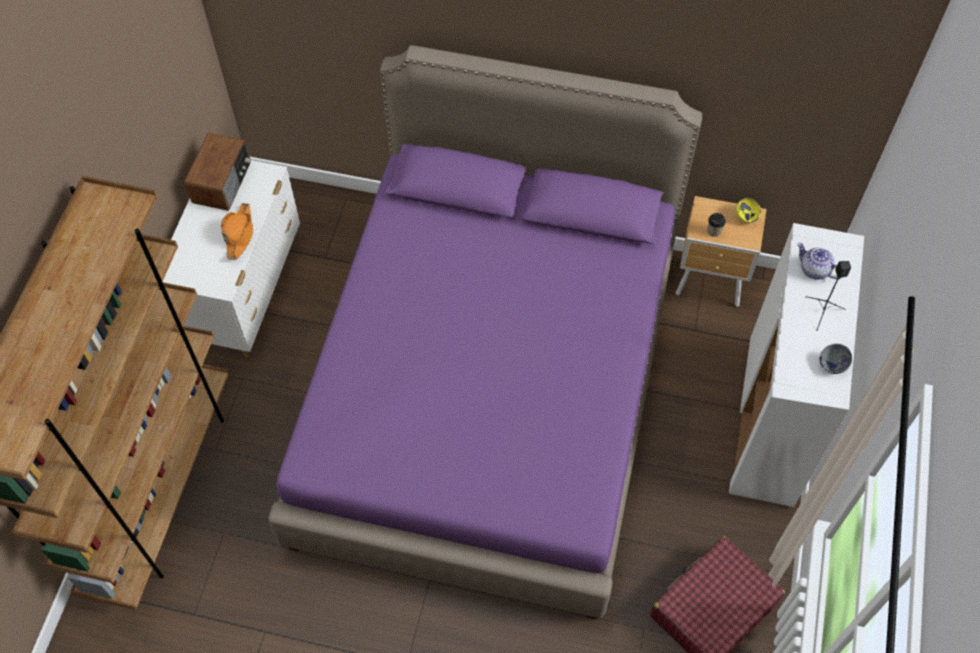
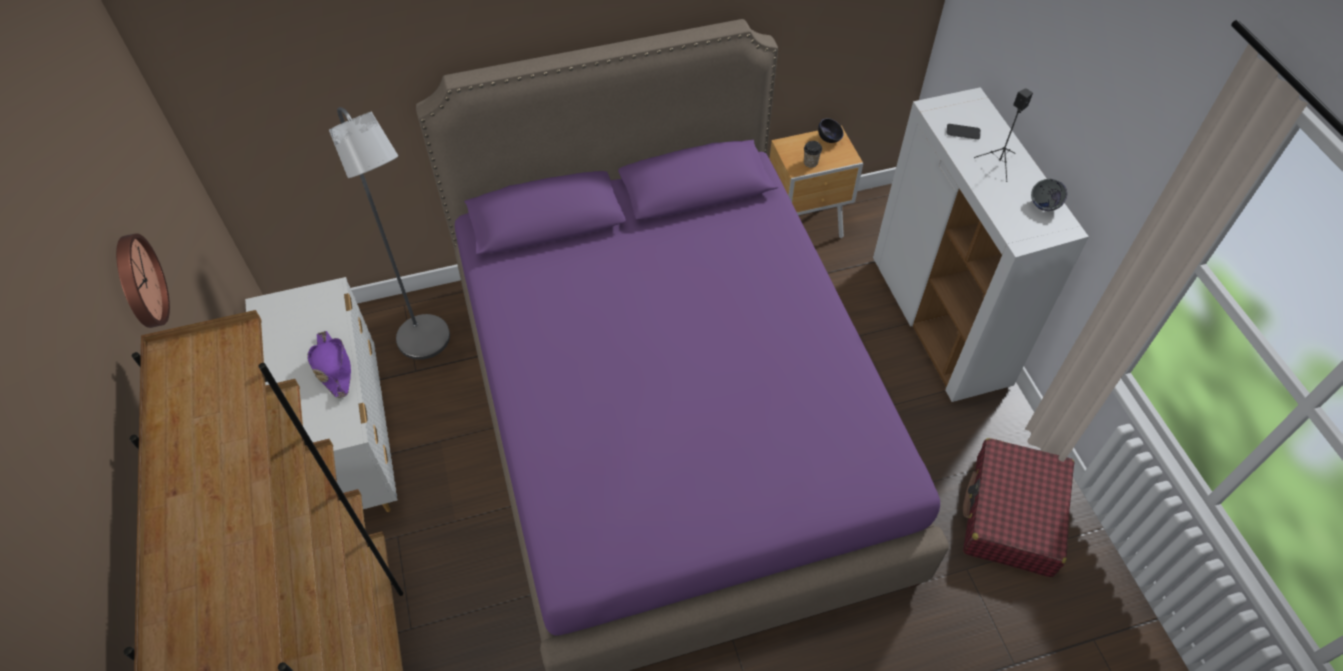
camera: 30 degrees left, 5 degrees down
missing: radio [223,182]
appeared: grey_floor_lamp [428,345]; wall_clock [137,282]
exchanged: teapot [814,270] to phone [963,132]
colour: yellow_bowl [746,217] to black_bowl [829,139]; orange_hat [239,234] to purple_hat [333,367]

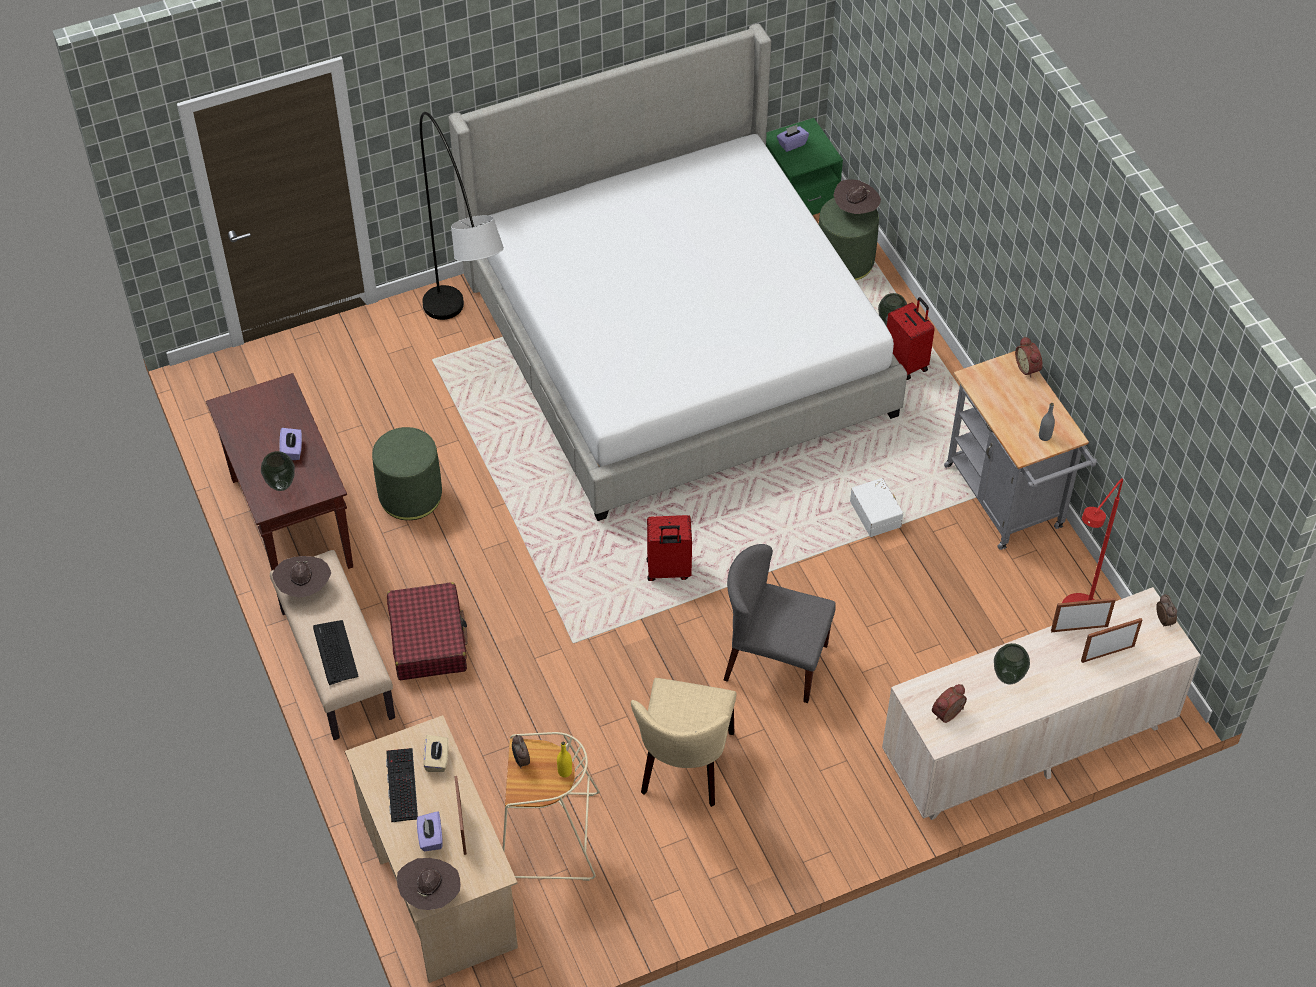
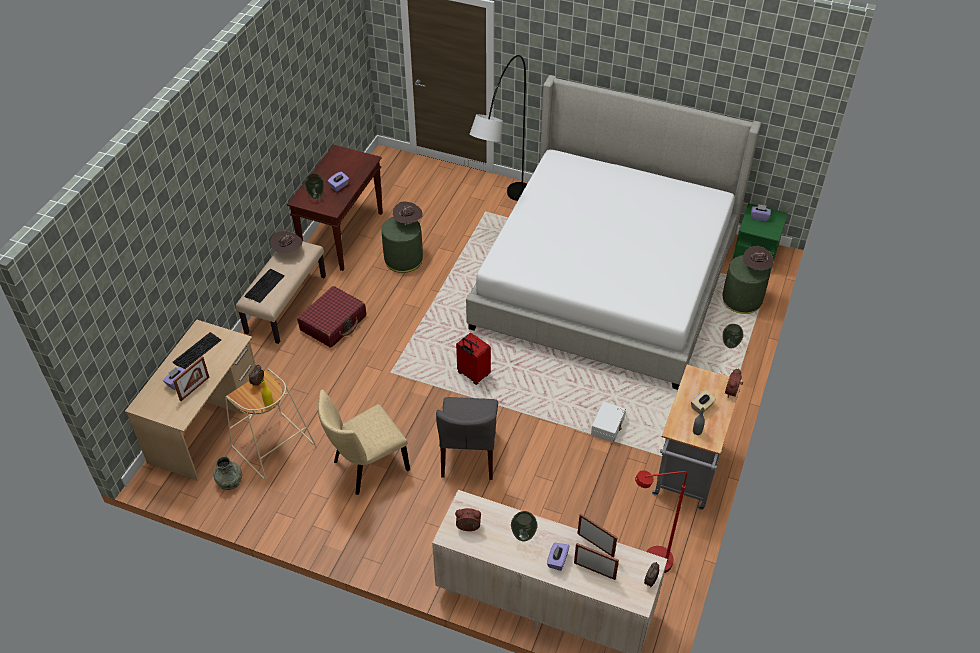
camera: 45 degrees right, 5 degrees down
missing: red_suitcase [907,363]
appeared: grey_vase [229,480]; purple_tissue_box [557,560]
relocated: beige_tissue_box [437,760] to [702,407]; brown_hat [431,894] to [408,222]
spun: grey_chair [775,662] = [469,454] 150 degrees counterclockwise

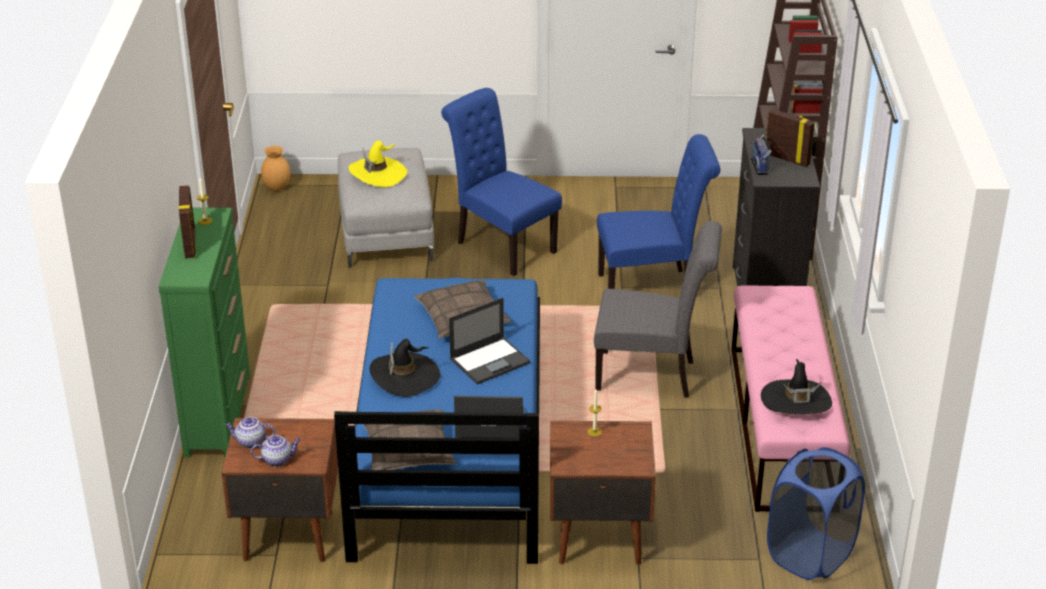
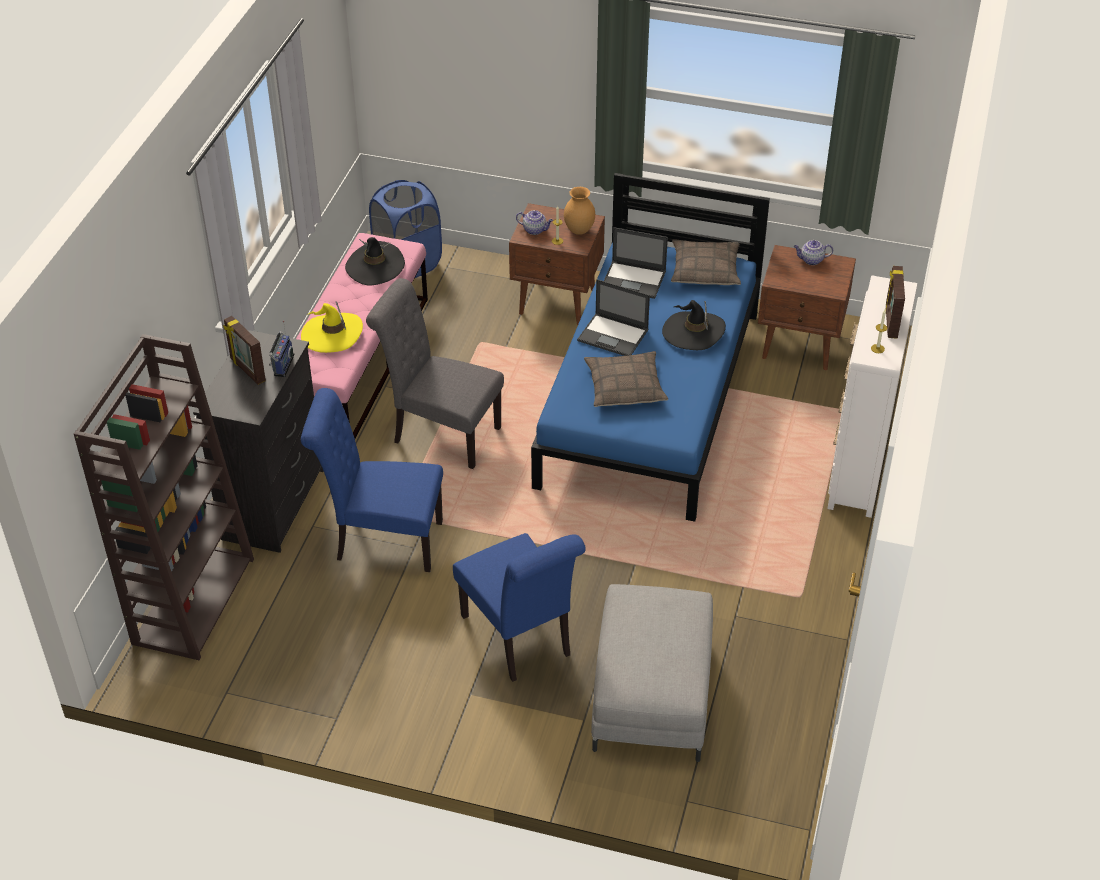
camera: 165 degrees left, 10 degrees up
relocated: yellow_hat [378,174] to [332,334]; brown_vase [277,187] to [579,231]; teapot [250,442] to [535,230]
colour: green_dresser [218,413] to white_dresser [858,469]
spun: laptop [490,360] = [614,335] 135 degrees counterclockwise

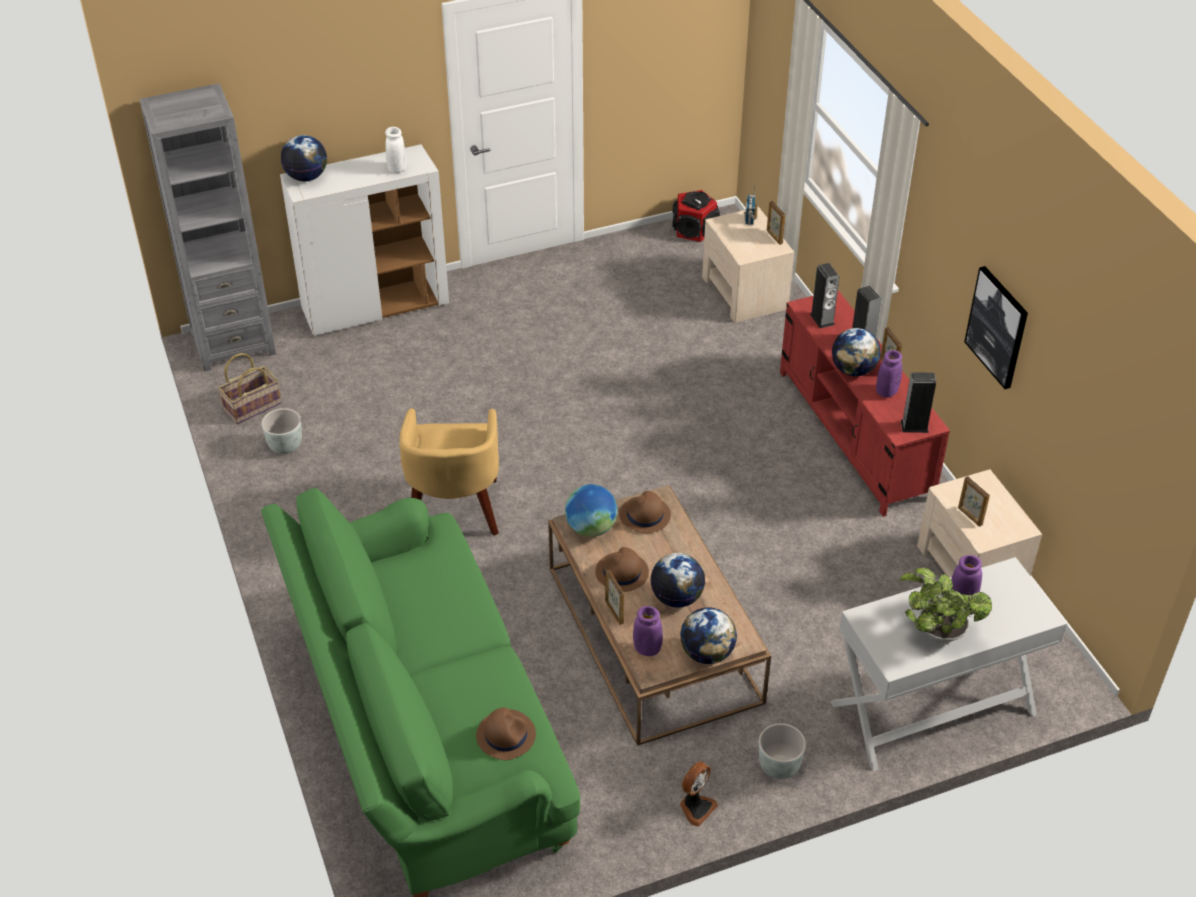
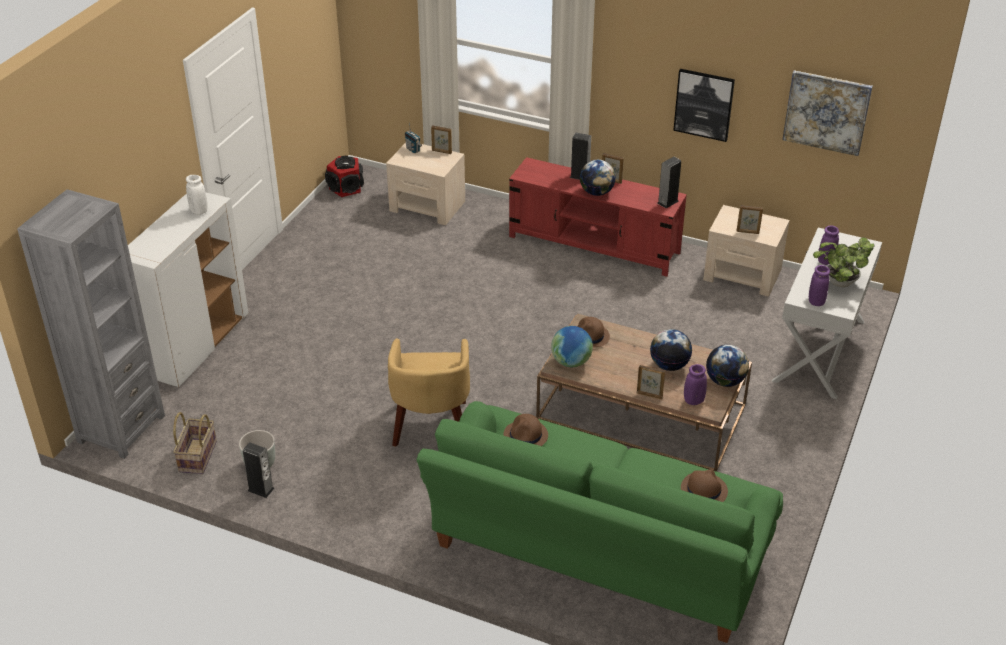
camera: 45 degrees left, 5 degrees down
missing: globe [306,177]; grey_planter [779,767]; fan [696,807]
appeared: picture [826,112]
relocated: speaker [822,319] to [261,489]; purple_vase [886,392] to [816,302]; brown_hat [622,573] to [526,435]
spun: yellow_armchair [455,510] = [431,426] 45 degrees clockwise

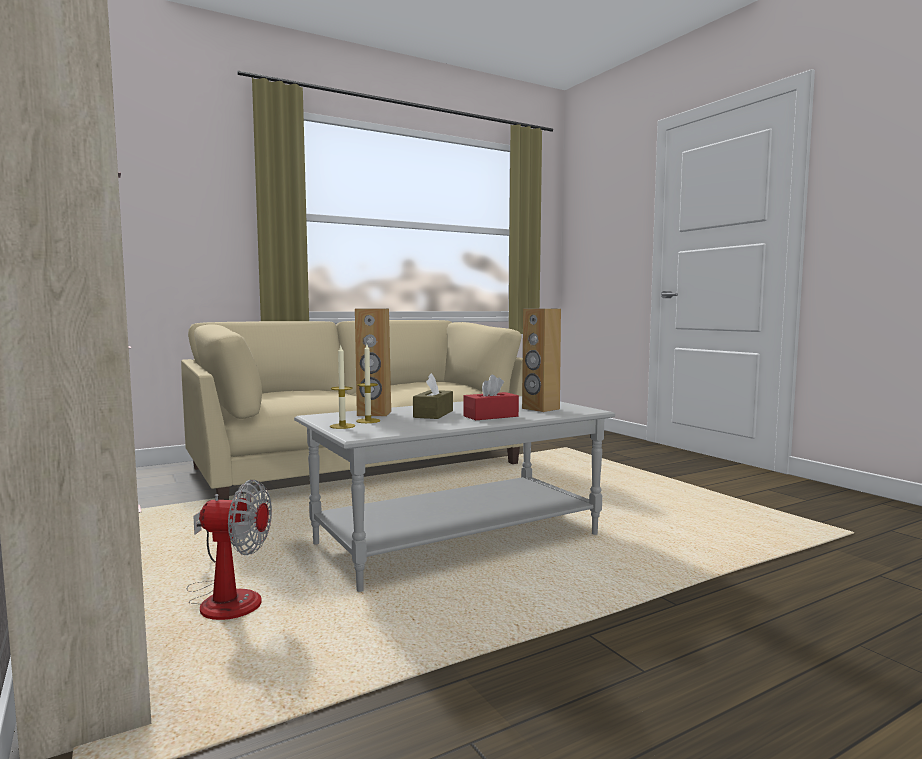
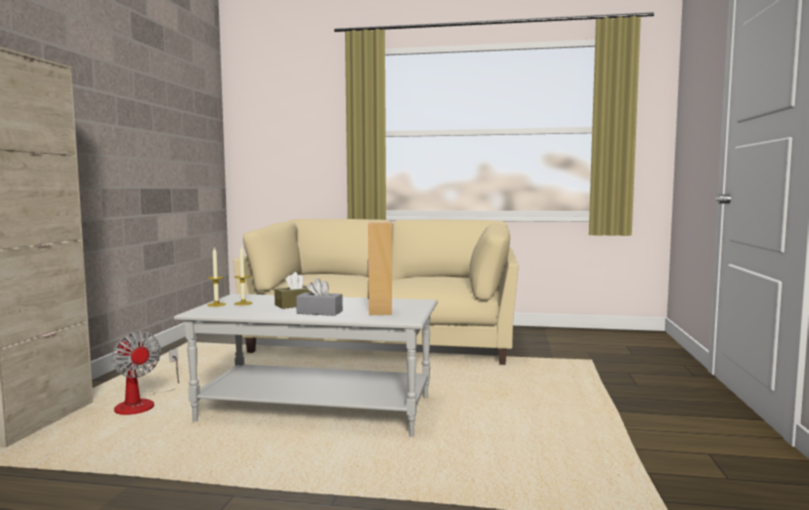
camera: 40 degrees right, 0 degrees up
missing: brown_speaker [374,414]
colour: red_tissue_box [491,416] to grey_tissue_box [319,312]

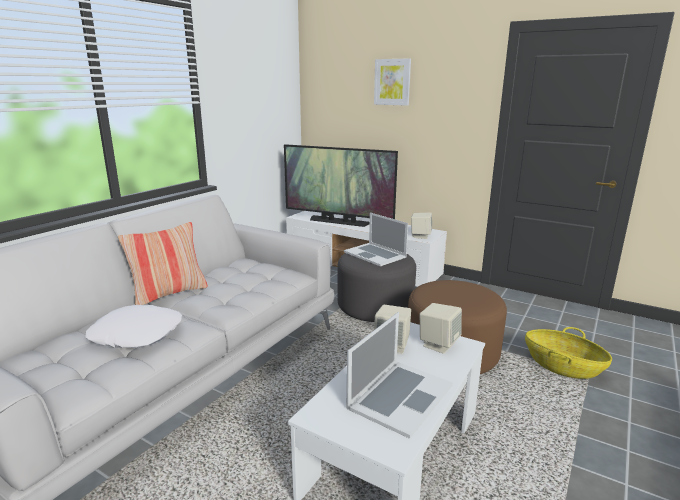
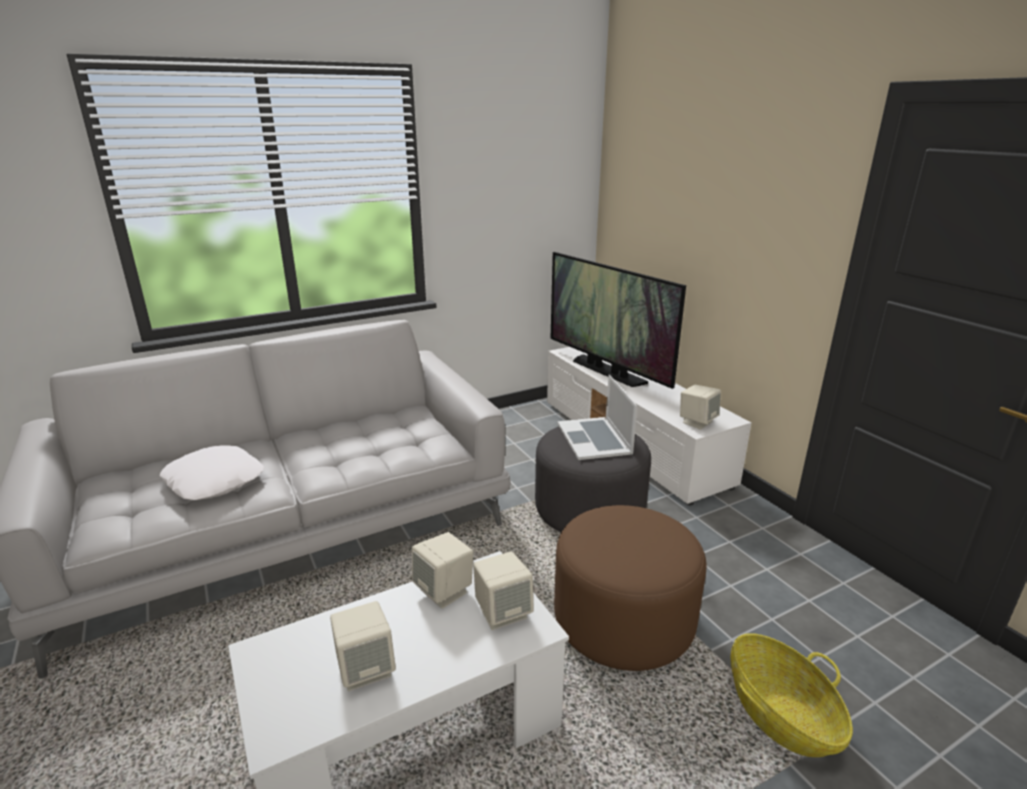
camera: 30 degrees right, 5 degrees up
missing: picture [392,82]; pillow [169,293]
exchanged: laptop [400,396] to beige_speaker [366,669]

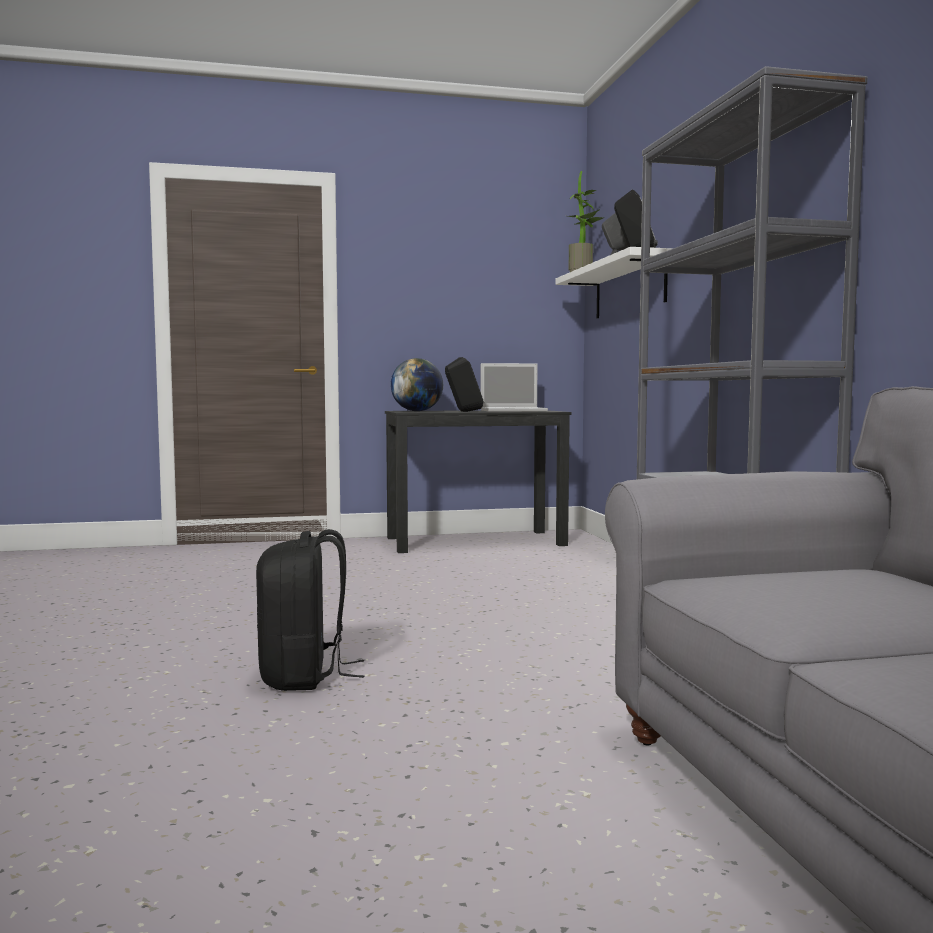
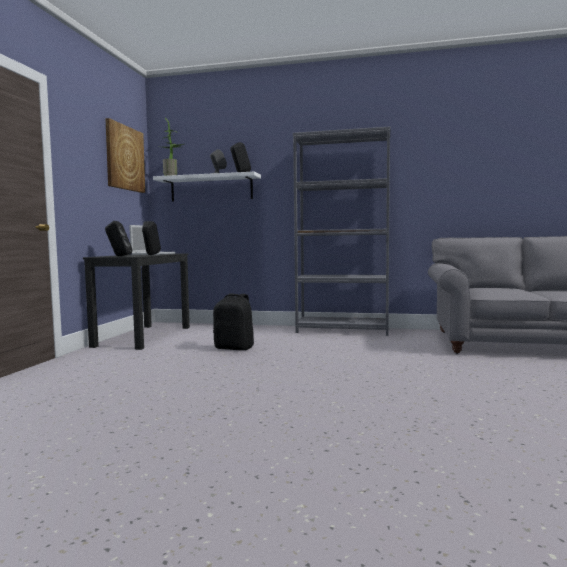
camera: 65 degrees left, 0 degrees up
appeared: picture [124,158]
relocated: black_backpack [305,676] to [235,348]
exchanged: globe [417,411] to black_speaker [118,256]

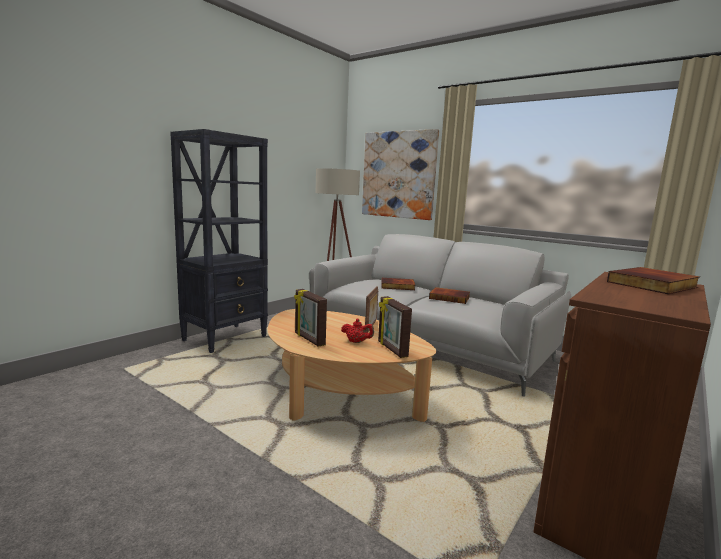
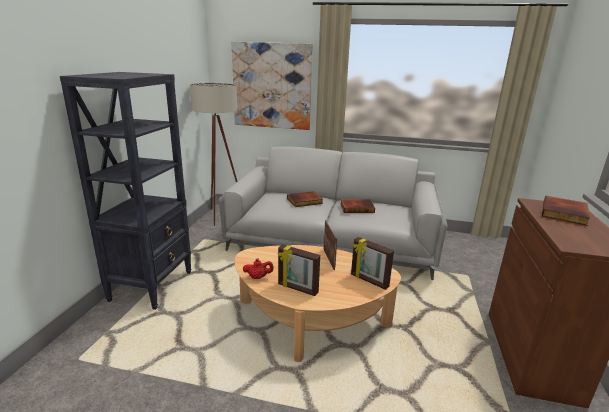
camera: 25 degrees left, 10 degrees up
relocated: red_teapot [357,342] to [258,277]

